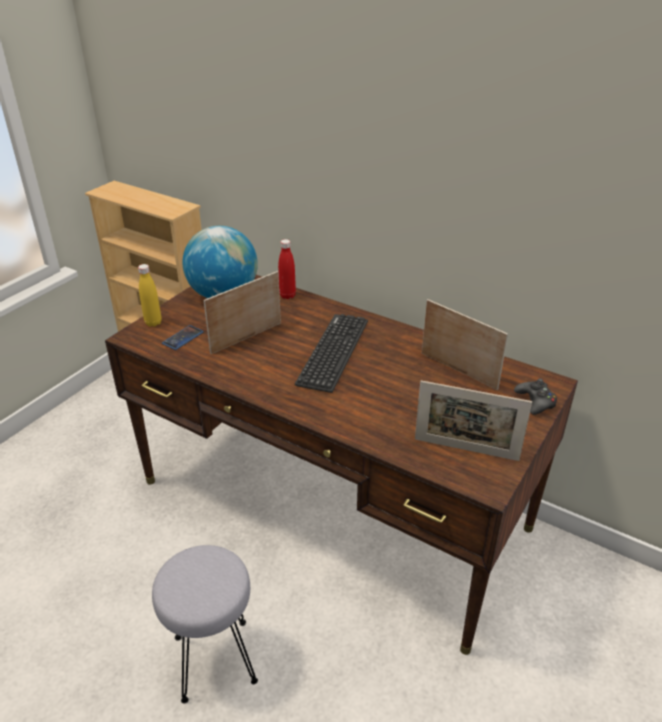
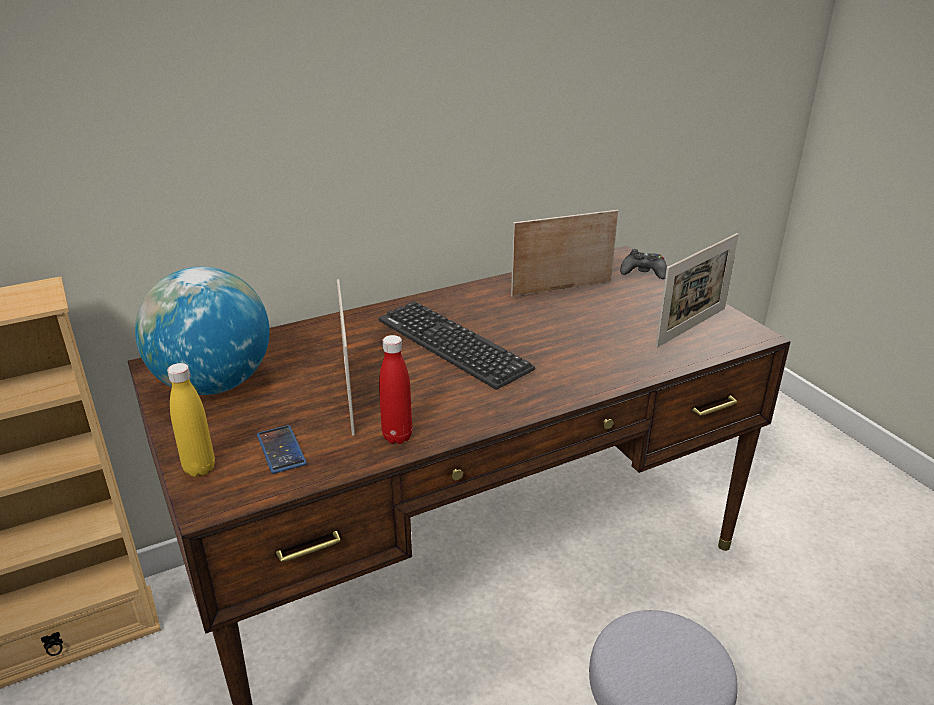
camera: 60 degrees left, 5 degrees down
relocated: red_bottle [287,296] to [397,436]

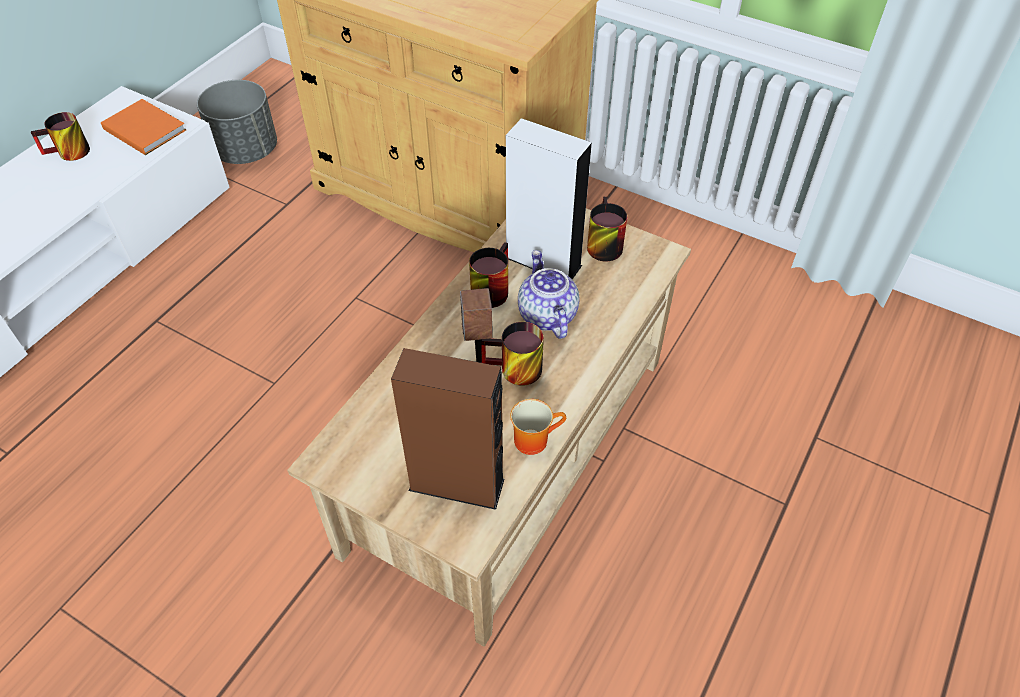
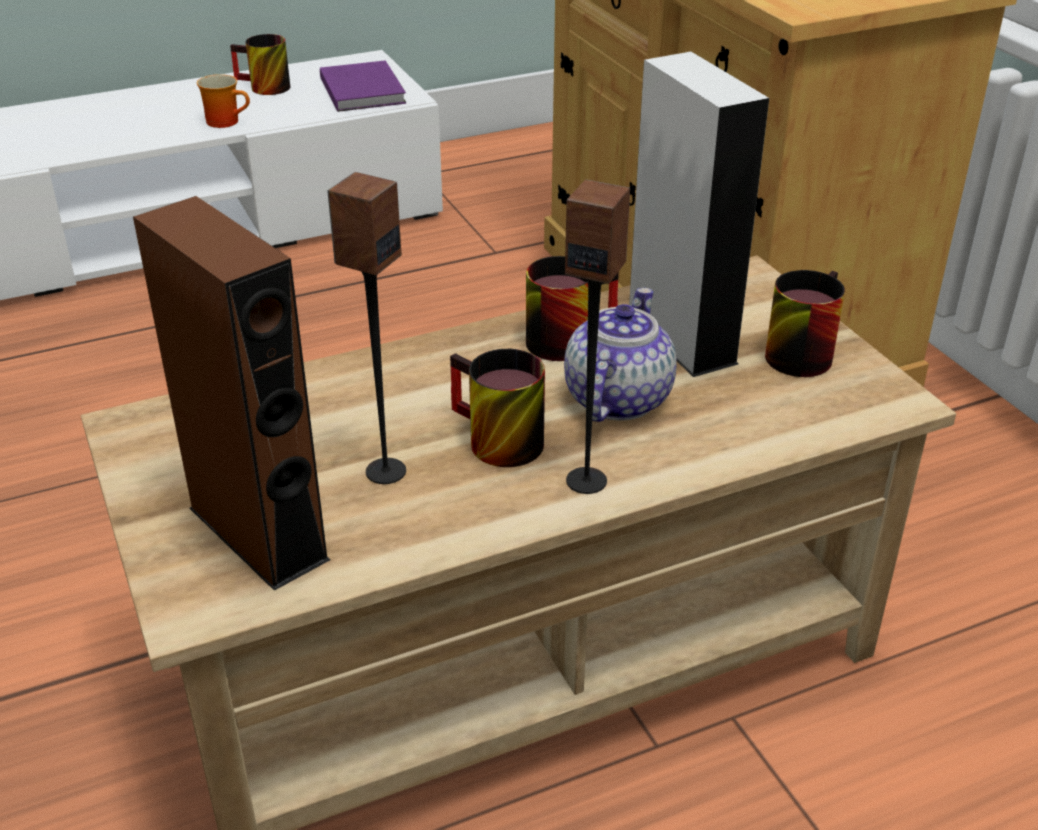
camera: 35 degrees right, 15 degrees down
missing: grey_planter [247,151]
appeared: speaker [587,480]
relocated: mug [534,438] to [227,121]
colour: orange_book [144,128] to purple_book [363,89]

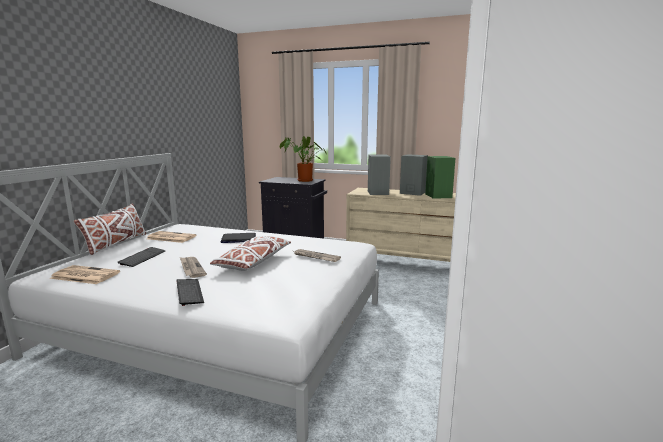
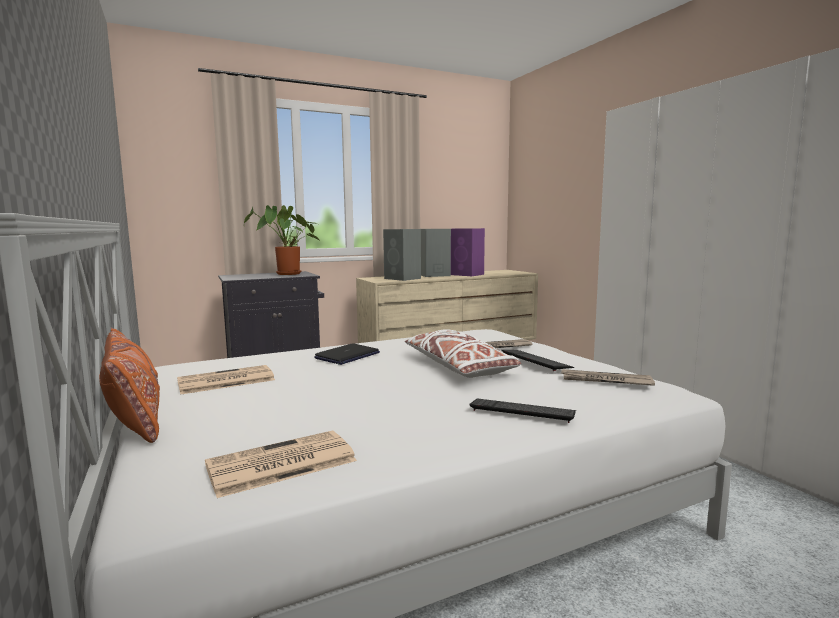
camera: 45 degrees left, 5 degrees down
relocated: keyboard [142,257] to [535,361]; newspaper [191,268] to [605,380]
colour: green_speaker [438,196] to purple_speaker [467,274]; white_pillow [115,244] to orange_pillow [134,417]

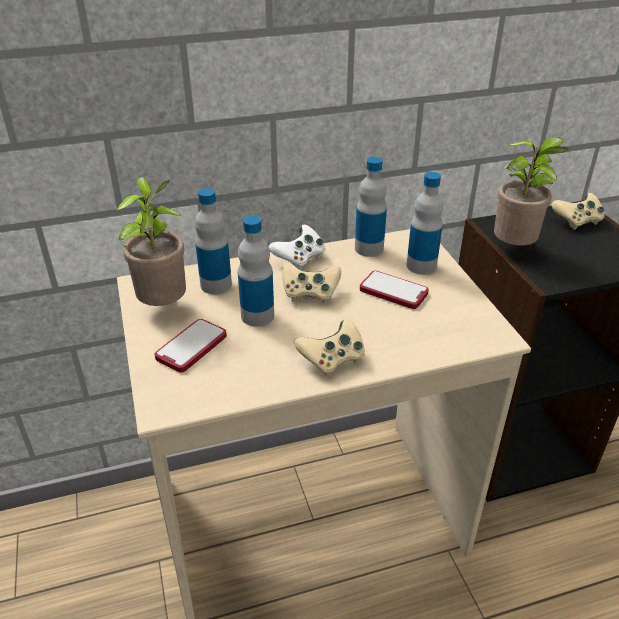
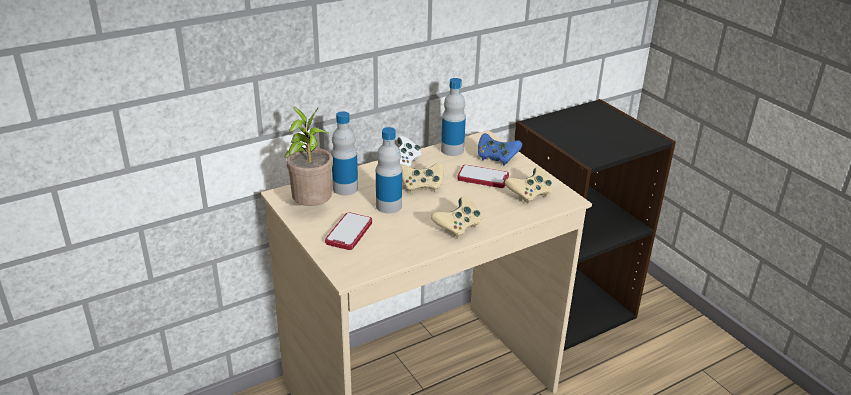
camera: 15 degrees left, 5 degrees down
missing: potted_plant [515,249]
relocated: beige_game_controller [576,221] to [529,195]
exchanged: bottle [421,266] to blue_game_controller [496,158]

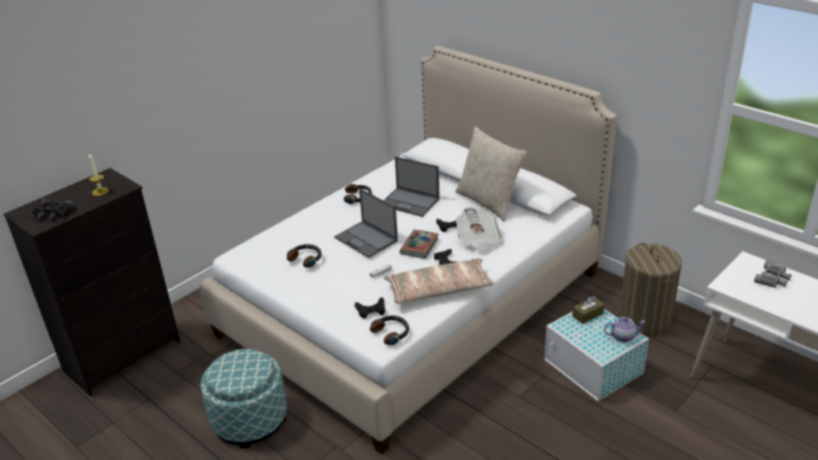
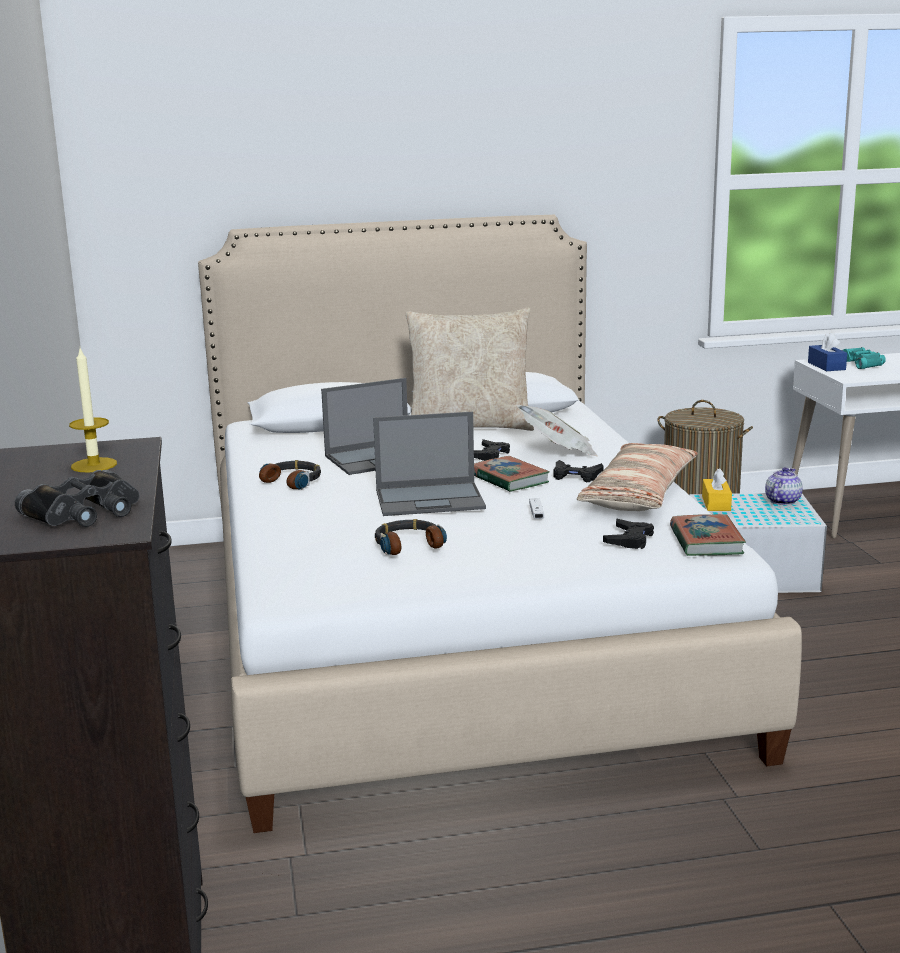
camera: 55 degrees left, 15 degrees down
missing: ottoman [249,420]
appeared: blue_tissue_box [826,366]
exchanged: headphones [391,333] to book [706,541]
colour: grey_binoculars [772,278] to turquoise_binoculars [862,363]; brown_tissue_box [587,315] to yellow_tissue_box [716,503]

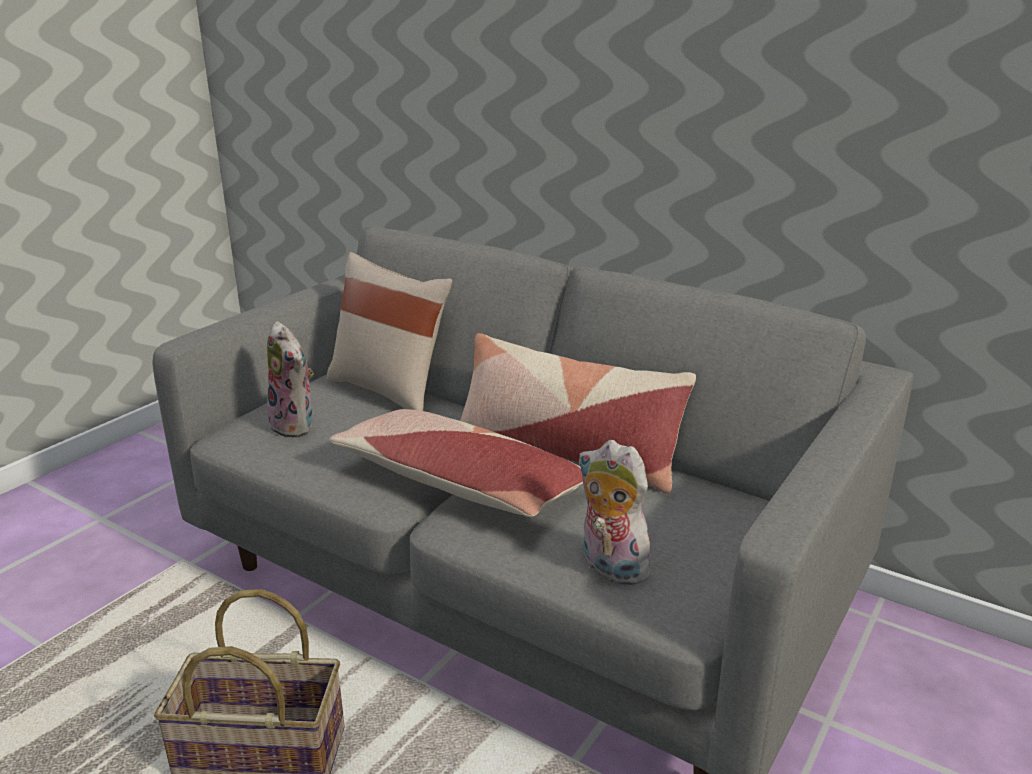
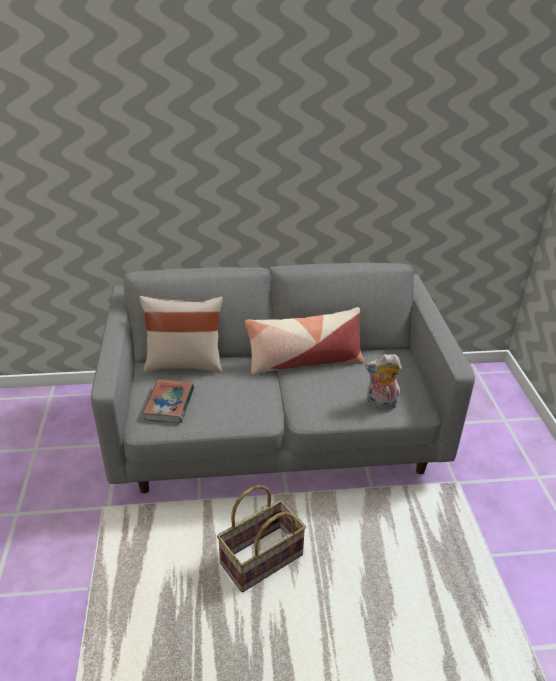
camera: 40 degrees left, 10 degrees up
missing: pillow [459,483]
exchanged: plush_toy [296,426] to book [169,404]

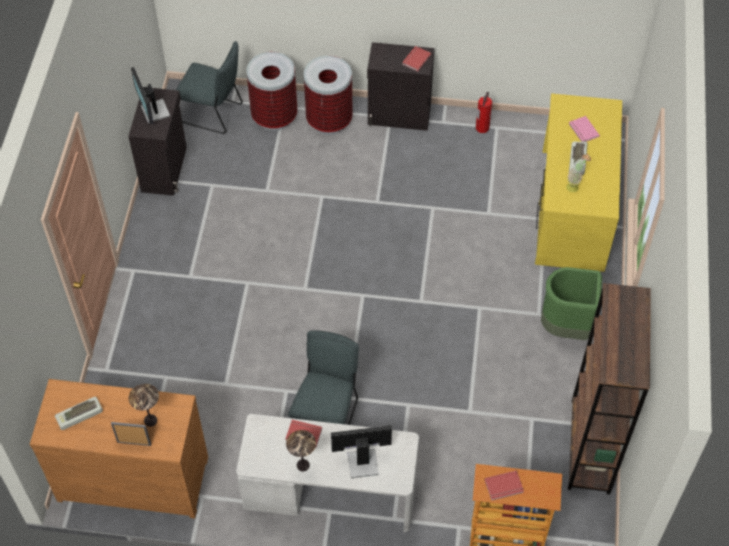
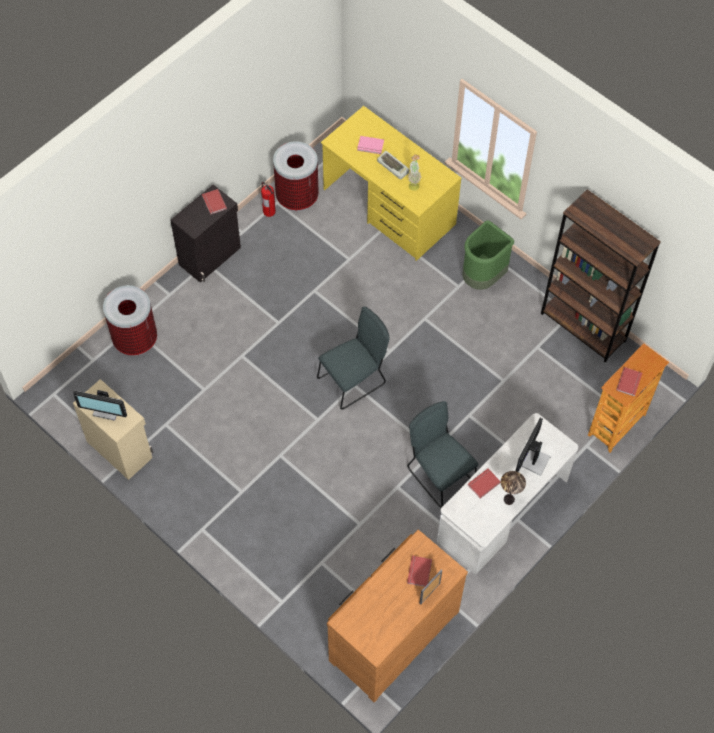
camera: 55 degrees left, 5 degrees up
missing: keyboard [79,416]
relocated: grey_chair [212,113] to [354,380]; trash_can [329,120] to [297,197]
exchanged: table_lamp [150,421] to red_book [418,571]
colour: black_cabinet [165,169] to beige_cabinet [120,448]

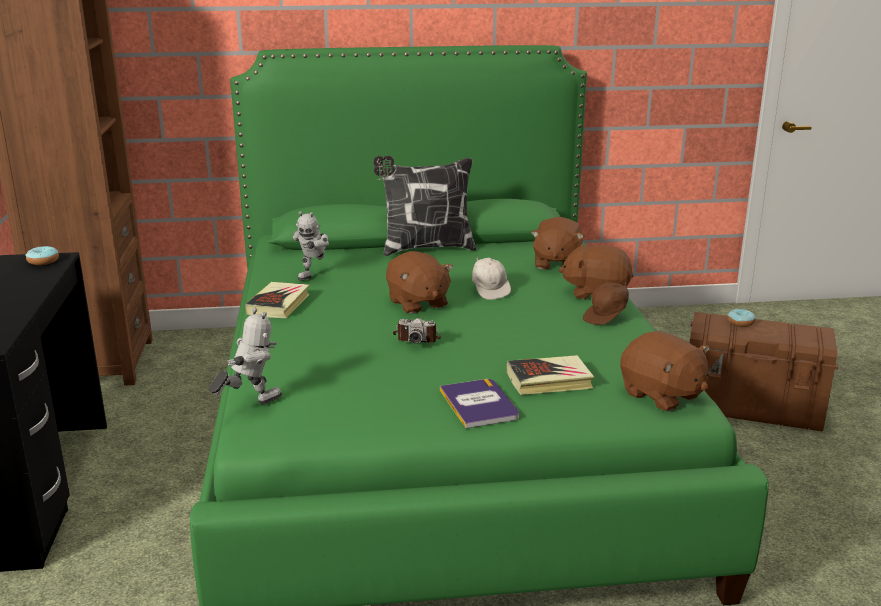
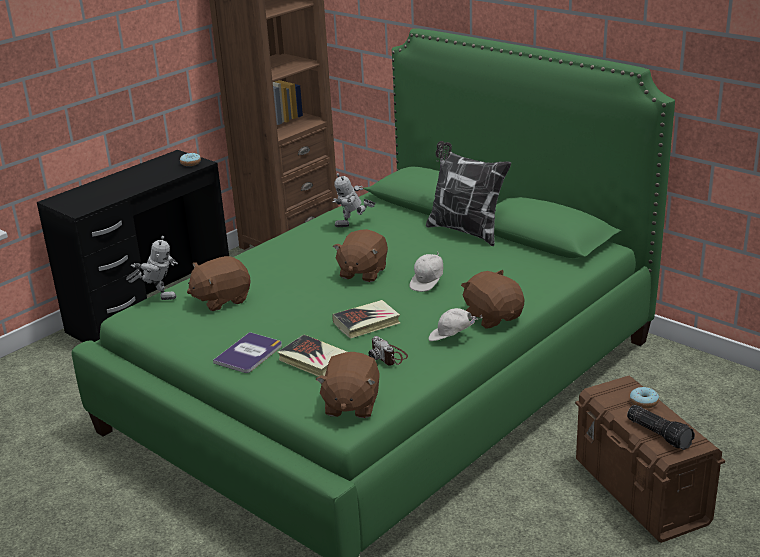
camera: 50 degrees right, 5 degrees up
appeared: flashlight [660,434]
relocated: brown_plush_toy [556,264] to [221,299]; book [278,304] to [367,323]; photo_camera [417,338] to [389,356]
colour: brown_cap [607,317] to white_cap [451,338]

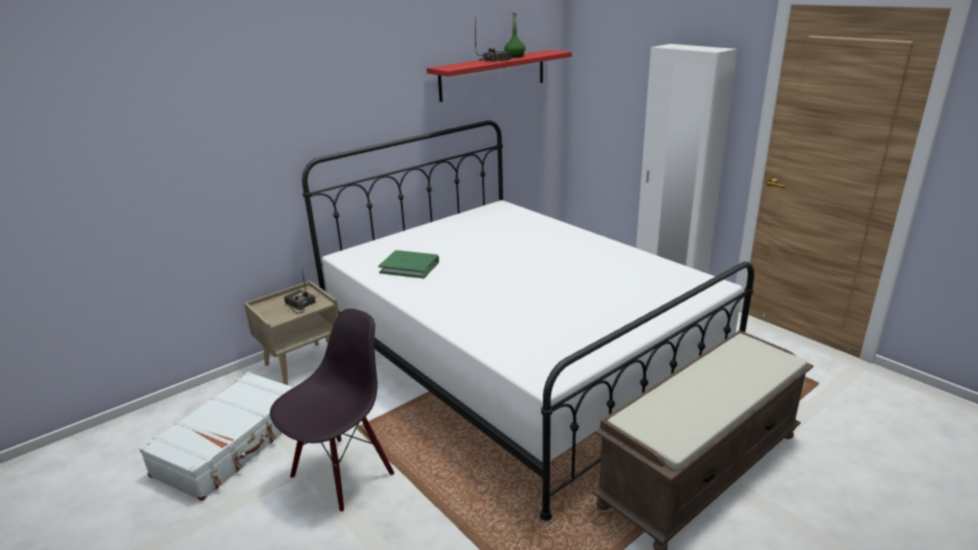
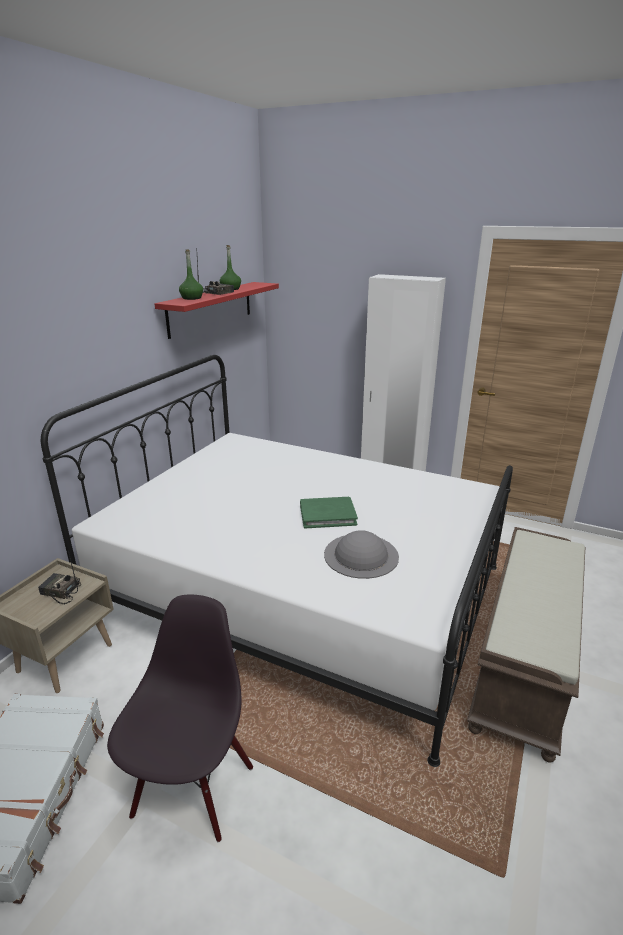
camera: 25 degrees left, 0 degrees up
appeared: green_bottle [191,298]; grey_hat [361,555]
relocated: green_book [410,267] to [327,515]

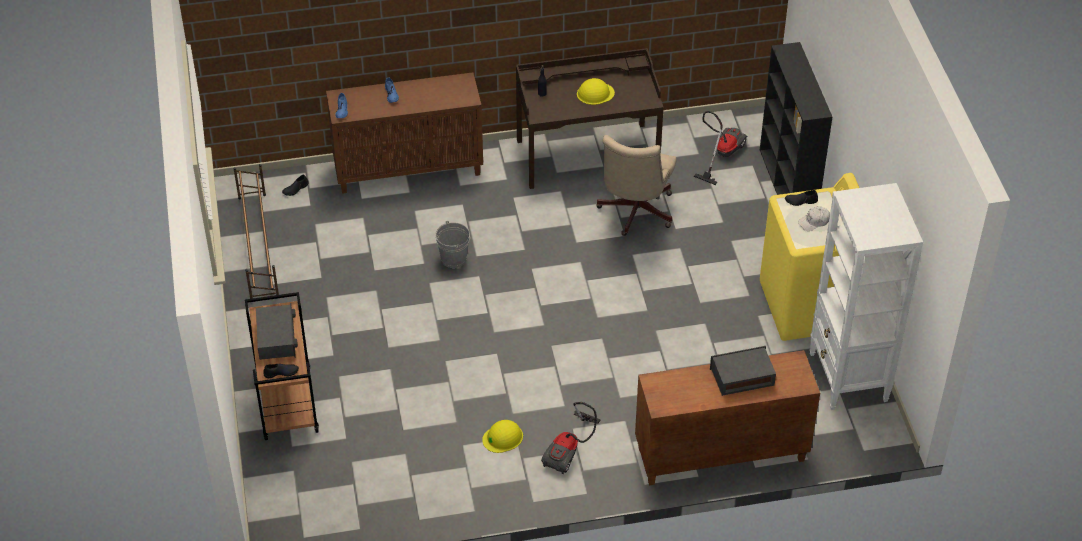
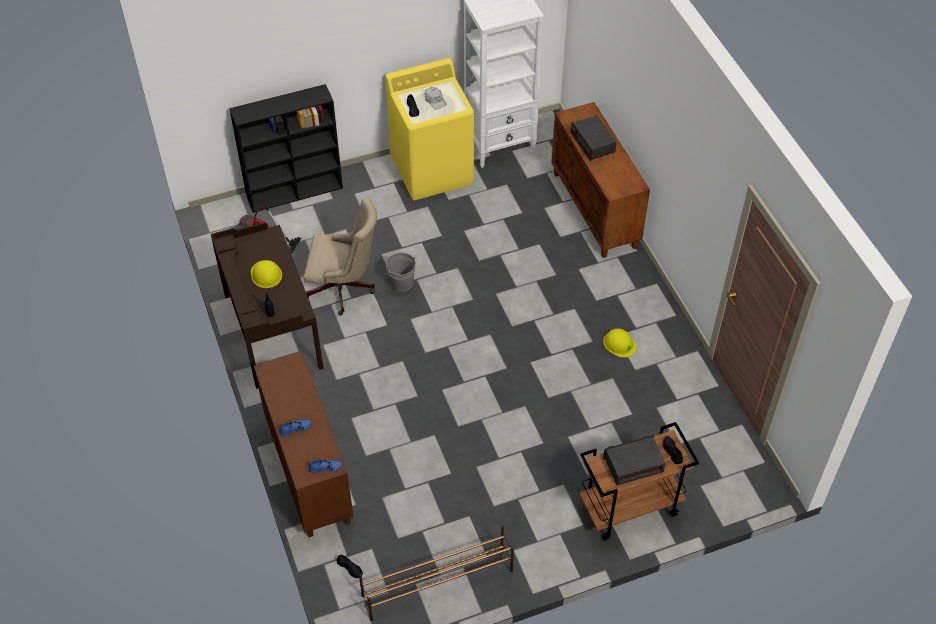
camera: 100 degrees left, 5 degrees up
missing: vacuum_cleaner [570,450]
relocated: grey_bucket [453,258] to [401,283]

